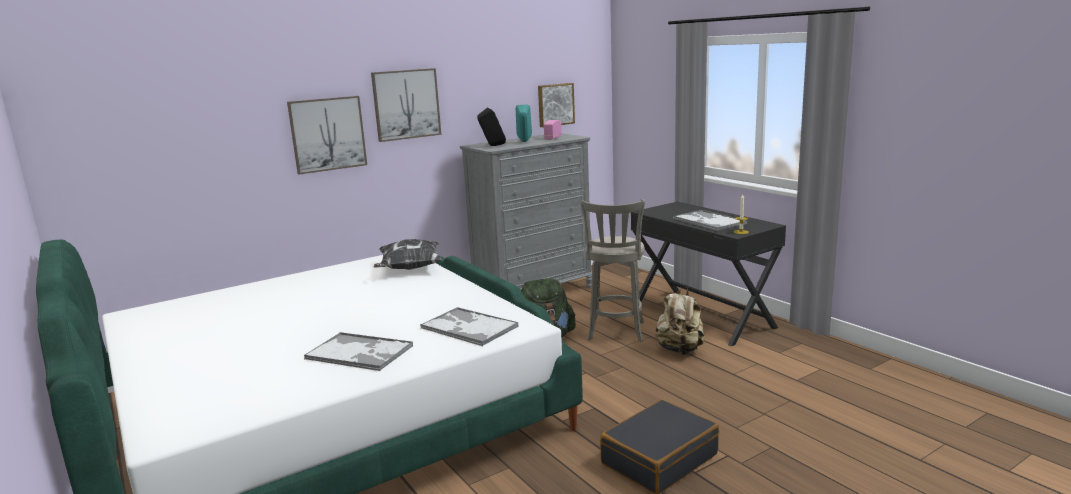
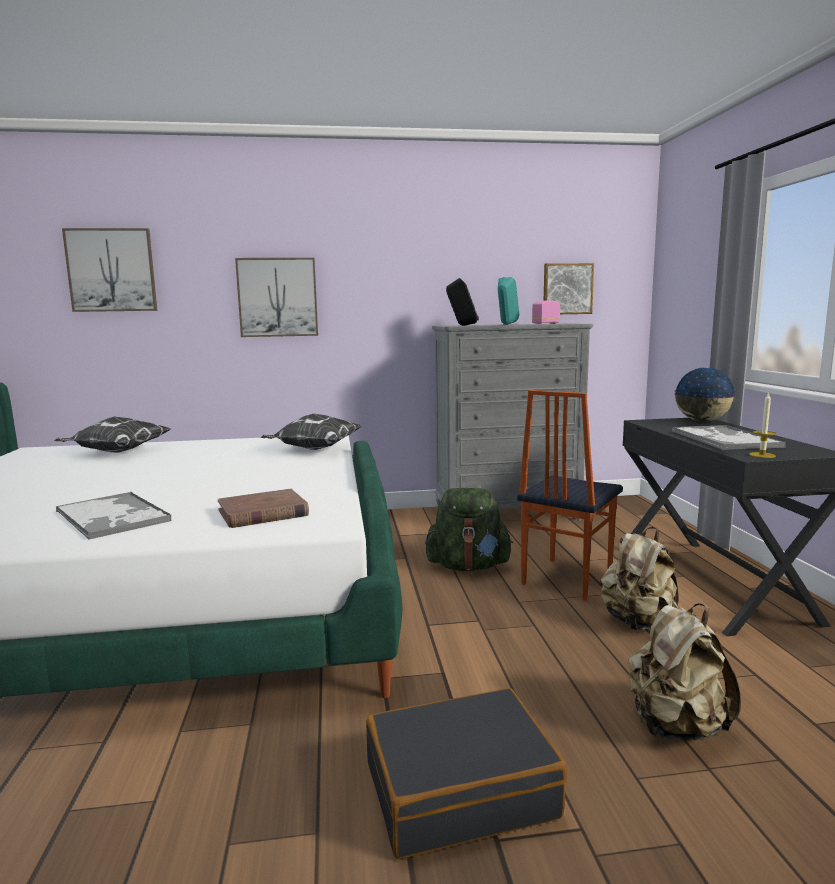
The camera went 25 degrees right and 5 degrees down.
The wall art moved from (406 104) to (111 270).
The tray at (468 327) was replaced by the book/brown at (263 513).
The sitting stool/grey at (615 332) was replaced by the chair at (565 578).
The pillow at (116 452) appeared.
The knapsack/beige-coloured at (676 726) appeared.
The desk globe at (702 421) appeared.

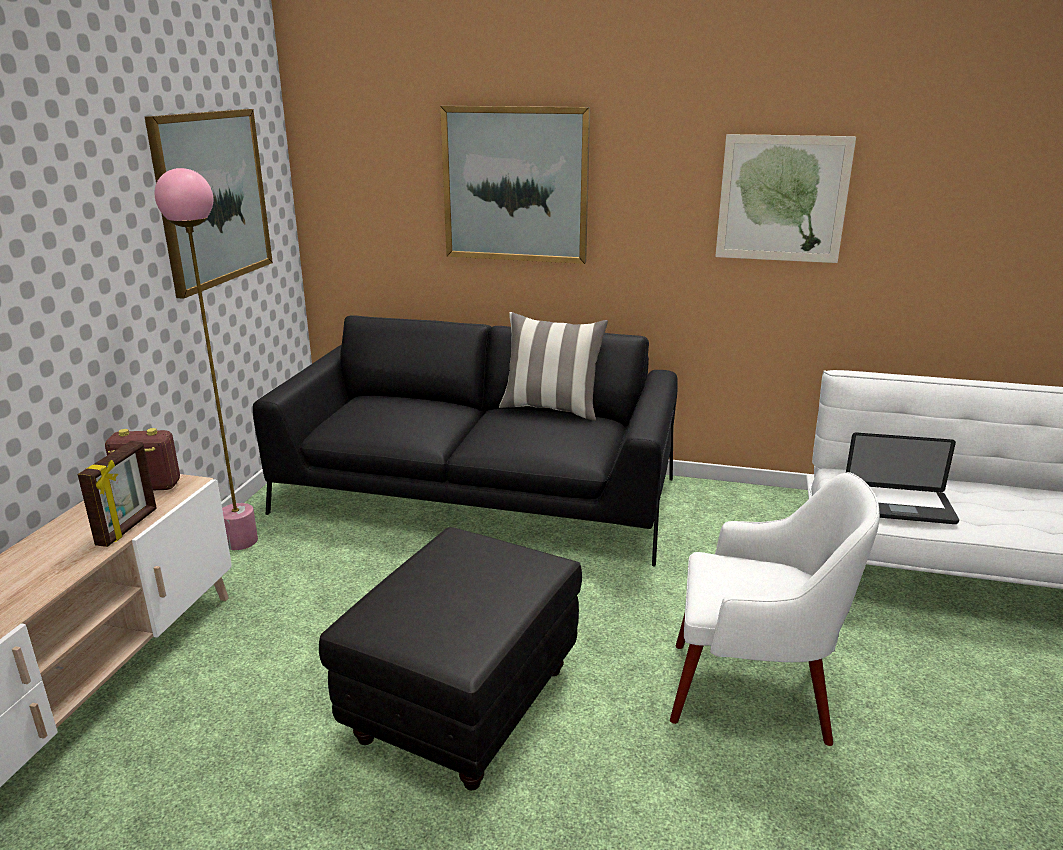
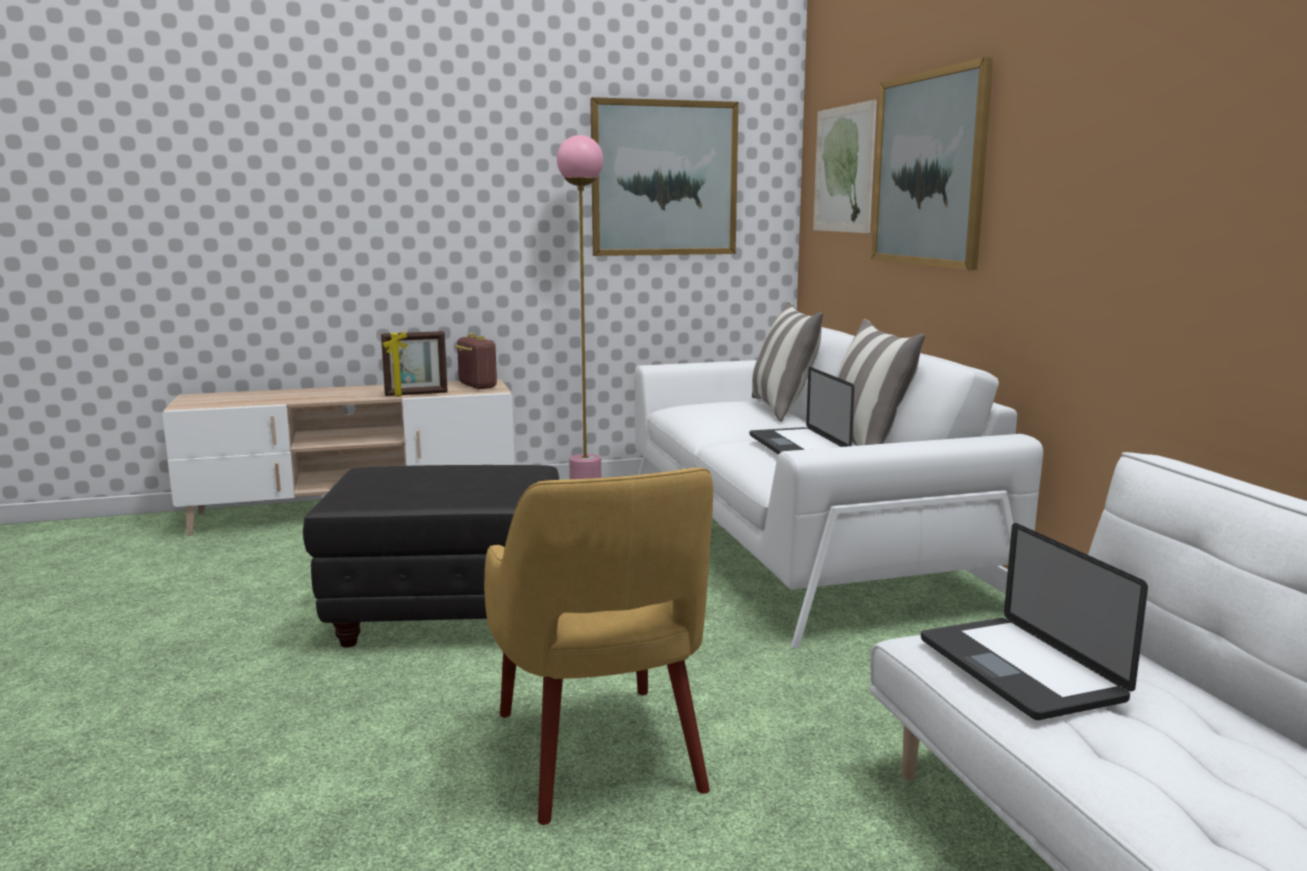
The camera went 60 degrees right and 10 degrees down.
The settee/black-coloured at (477 495) became the settee/white-coloured at (795 538).
The easy chair/white-coloured at (755 692) became the easy chair/yellowish at (599 754).
The wall art moved from (782 199) to (844 169).
The laptop at (798 446) appeared.
The pillow at (783 409) appeared.

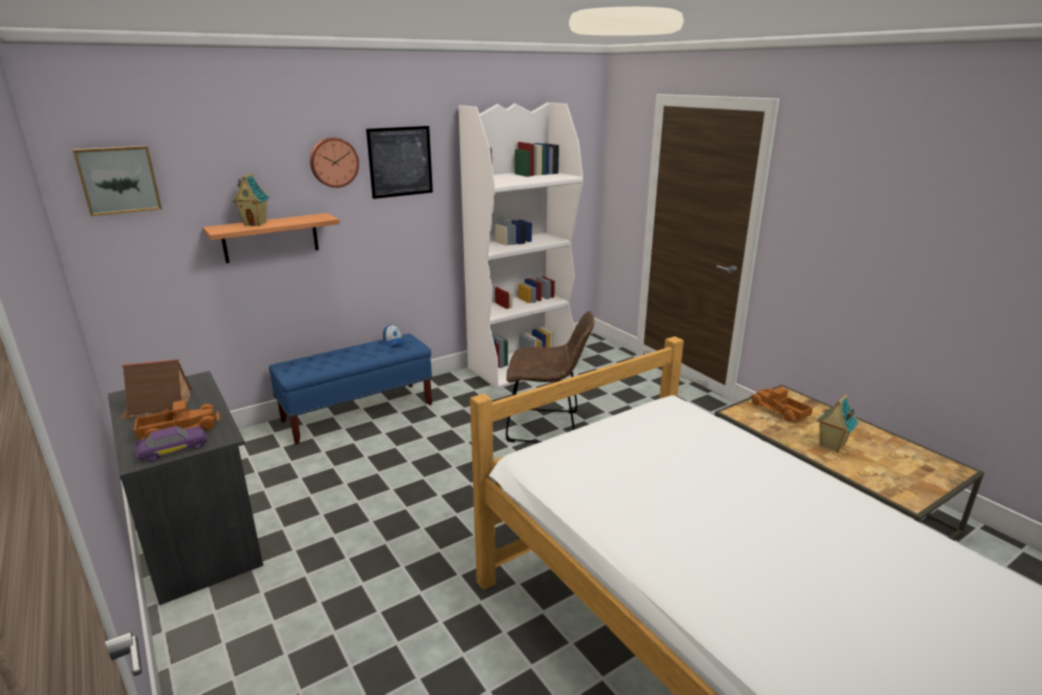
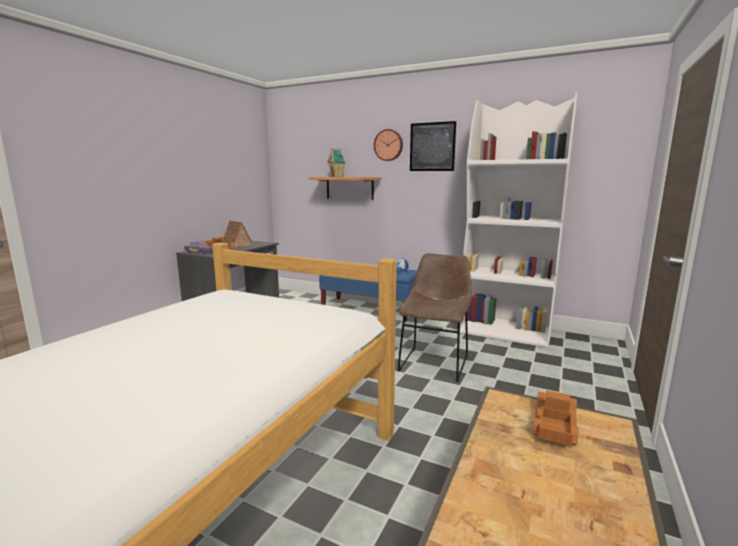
The camera went 60 degrees right and 10 degrees down.
The wall art at (118 180) disappeared.
The chair/brown at (548 427) turned 135 degrees counterclockwise.
The miniature house at (831 446) disappeared.

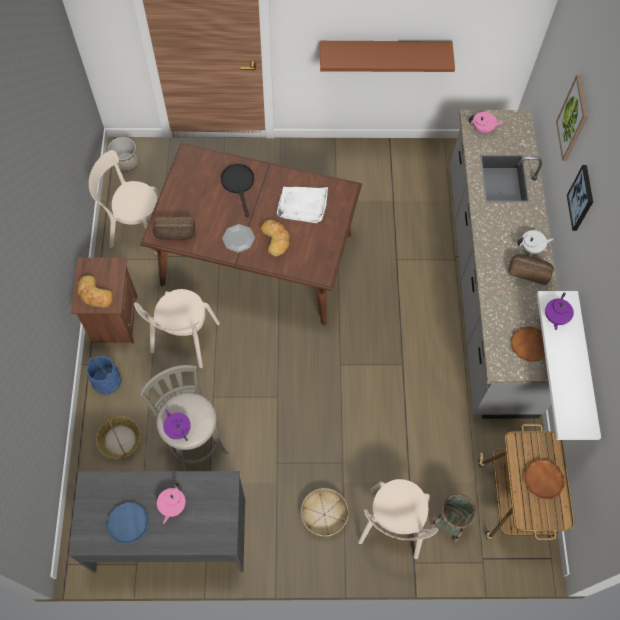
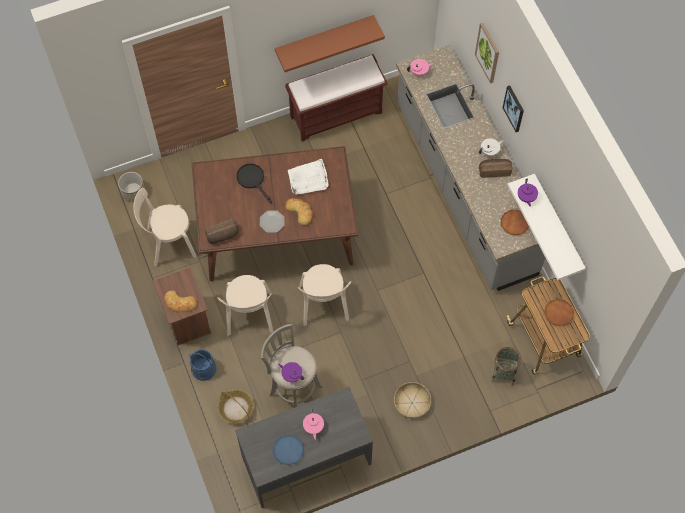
The camera went 20 degrees left and 0 degrees up.
The chair/beige-coloured moved from (392 527) to (324 306).
The long seat/brown at (336 114) appeared.

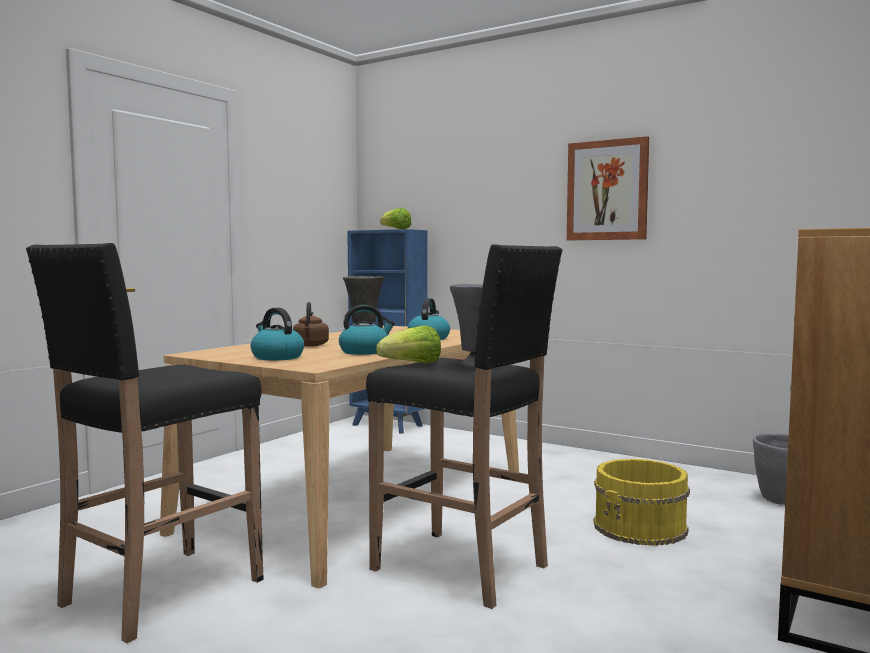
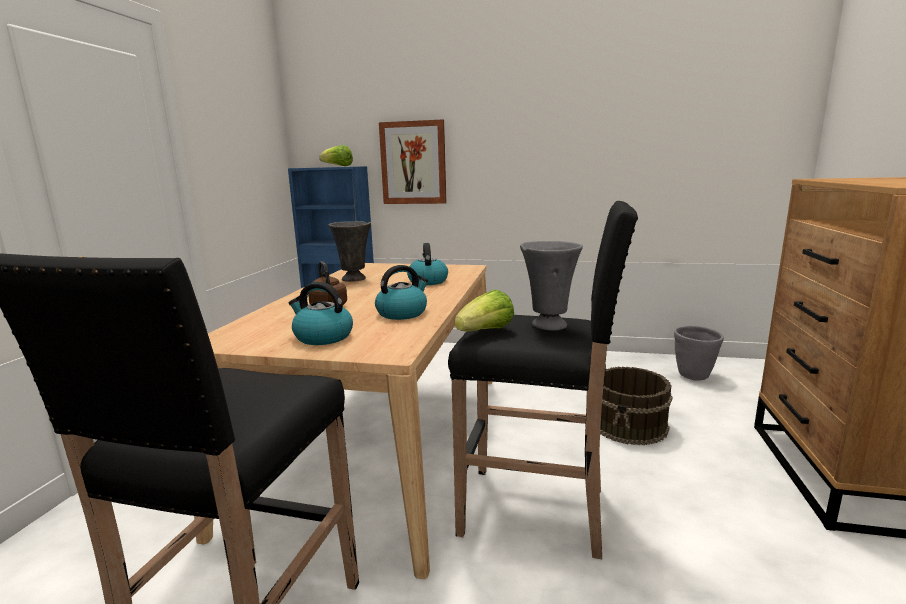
The camera went 20 degrees left and 10 degrees up.
The wall art moved from (607 190) to (413 163).
The water bucket/yellowish at (640 527) became the water bucket/brown at (629 425).

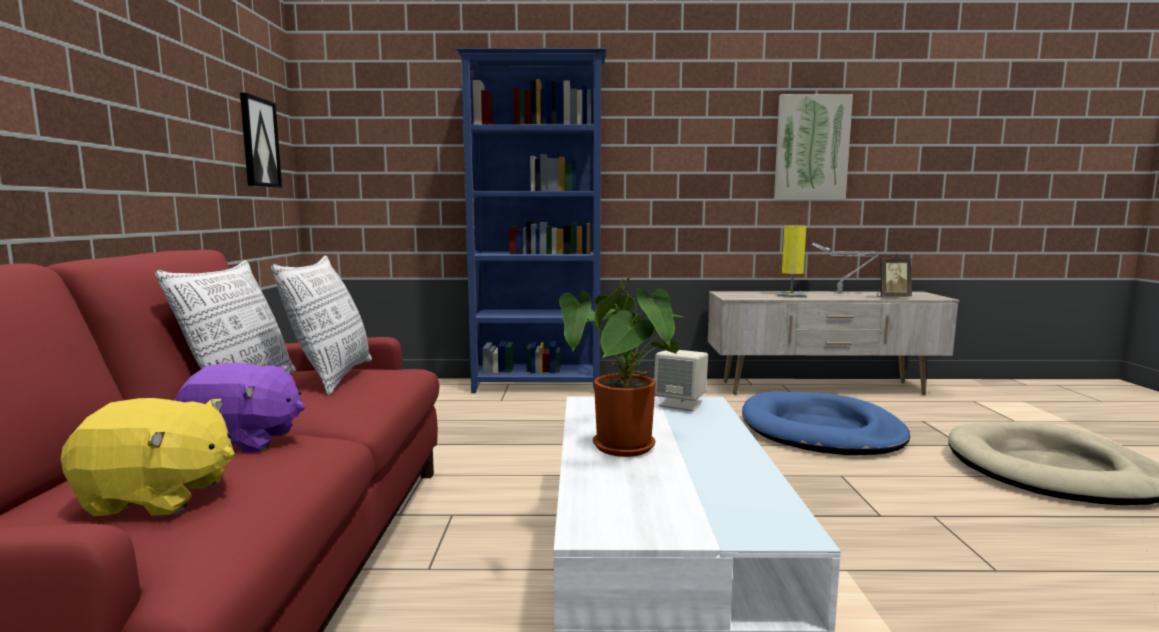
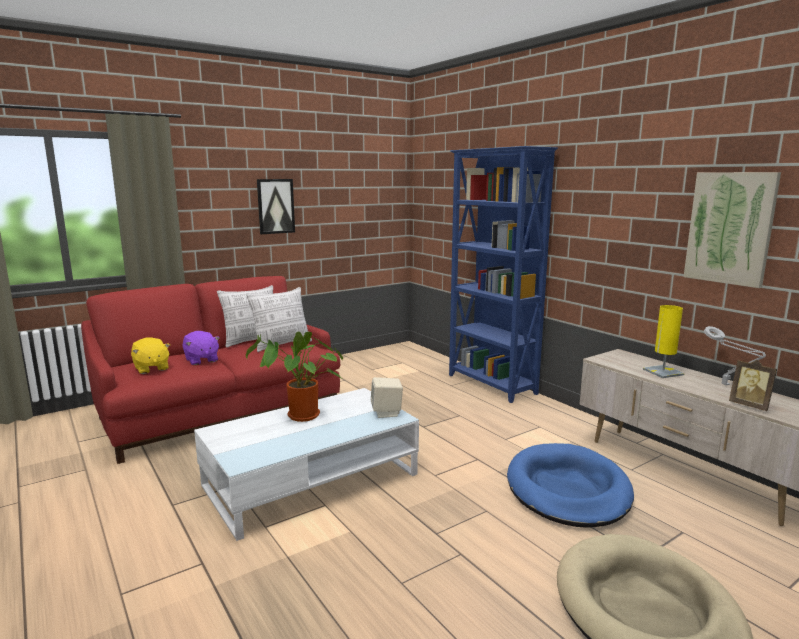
The camera went 55 degrees right and 5 degrees up.
The wall art moved from (259 143) to (275 206).

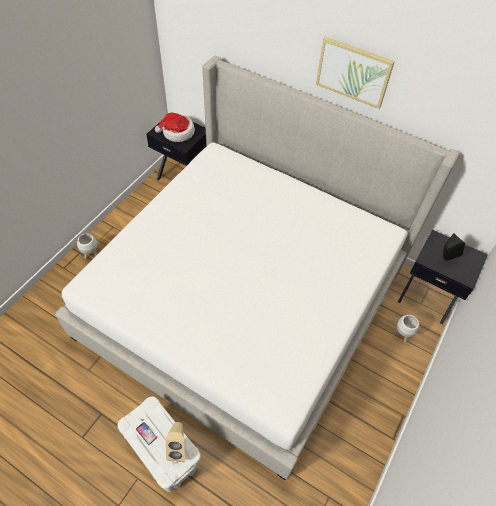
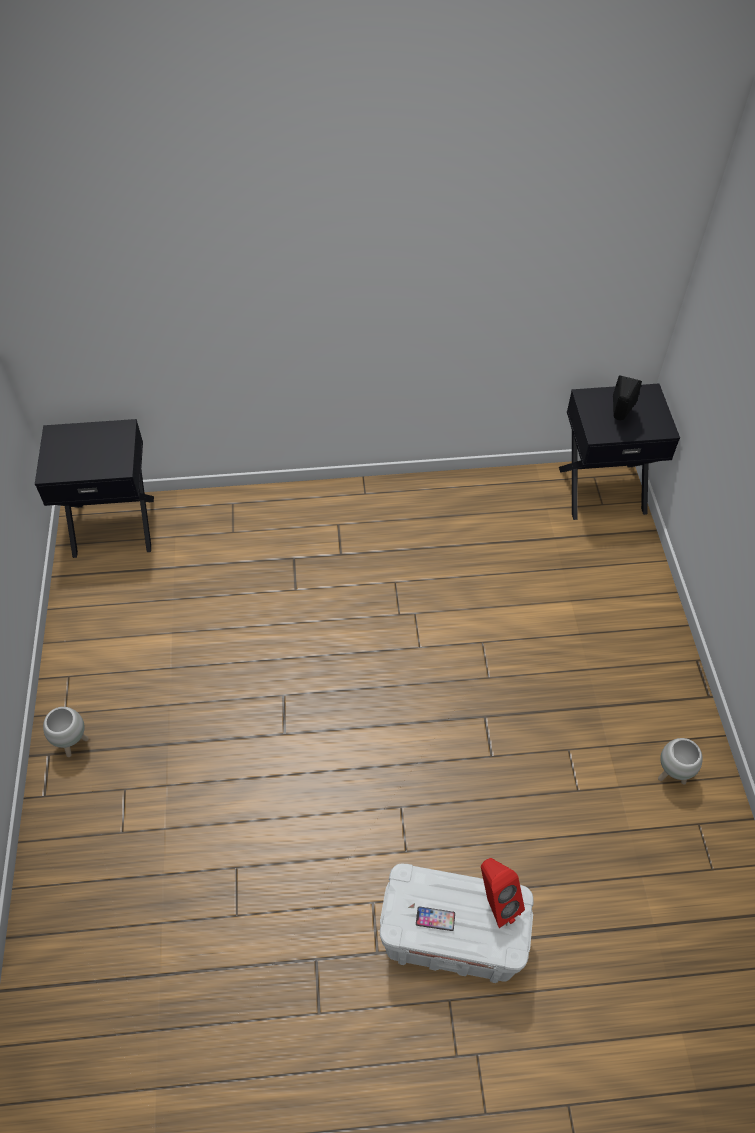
The camera went 35 degrees left and 0 degrees up.
The bed at (245 300) disappeared.
The hat at (177 133) disappeared.
The speaker/beige-coloured at (178 448) became the speaker/reddish at (495 902).
The wall art at (353 72) disappeared.
The planter/white-coloured moved from (402 335) to (672 774).

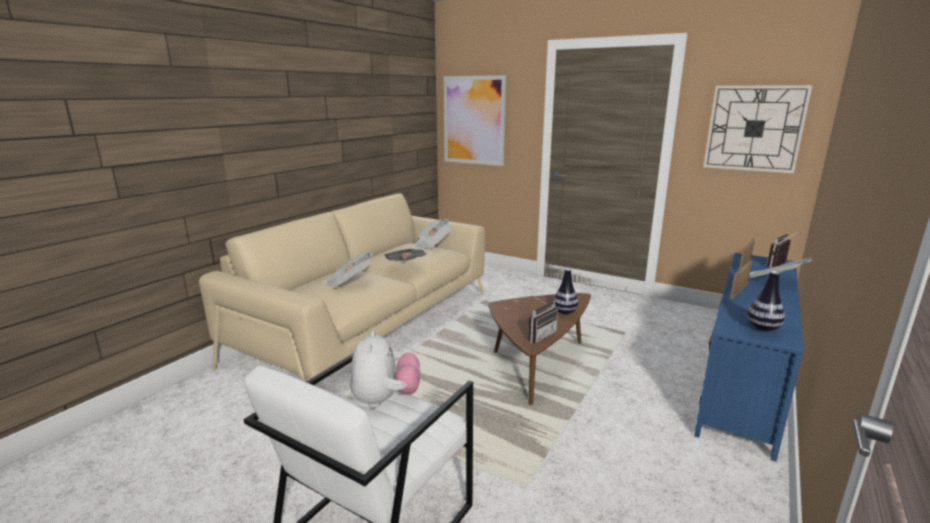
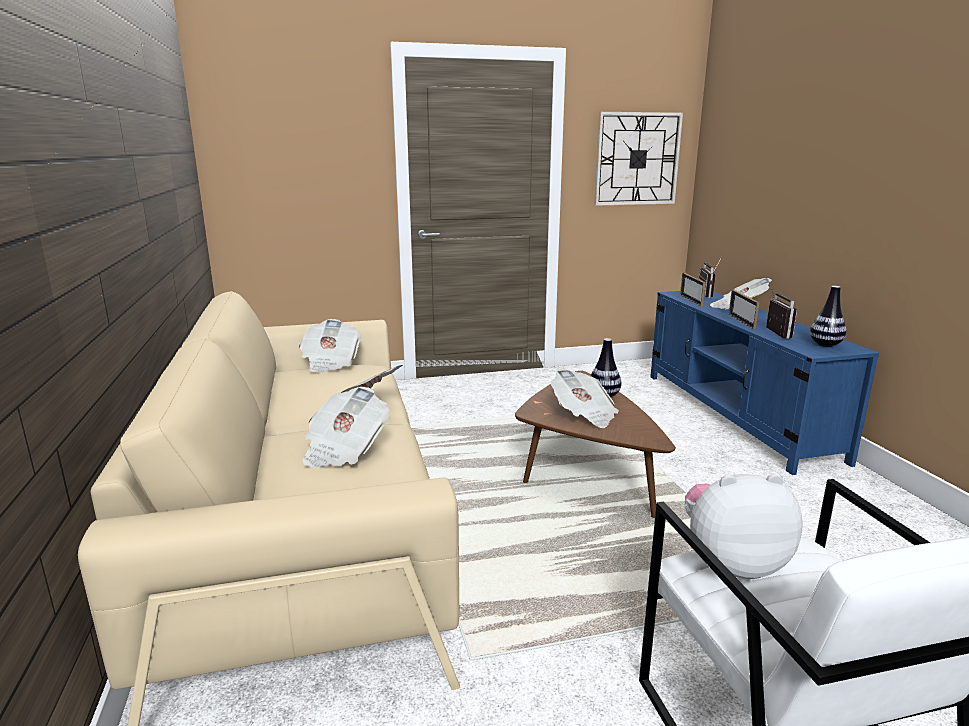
The camera went 45 degrees left and 0 degrees up.
The plush toy at (385 399) turned 45 degrees counterclockwise.
The wall art at (474 120) disappeared.
The radio moved from (539 335) to (773 333).
The newspaper at (584 415) appeared.

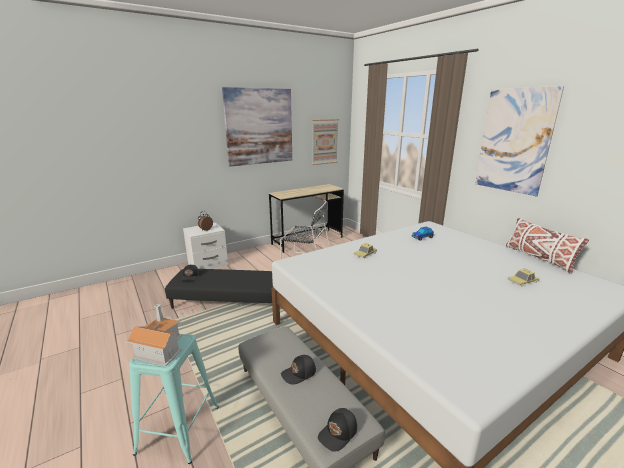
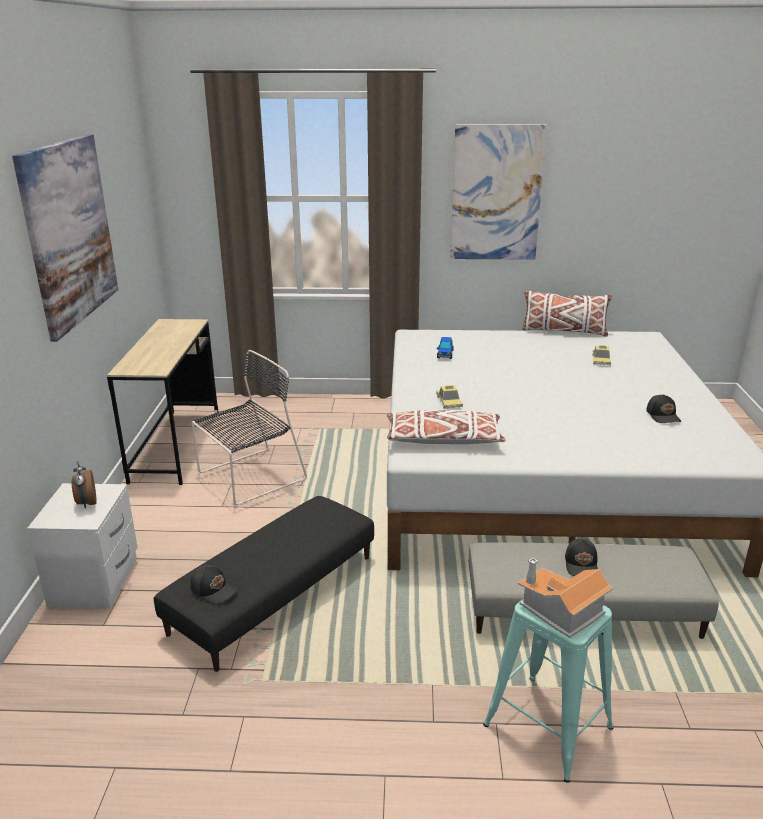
The camera went 55 degrees left and 5 degrees up.
The wall art at (325 142) disappeared.
The cap/black-coloured moved from (338 433) to (663 416).
The pillow/white-coloured at (443 439) appeared.

